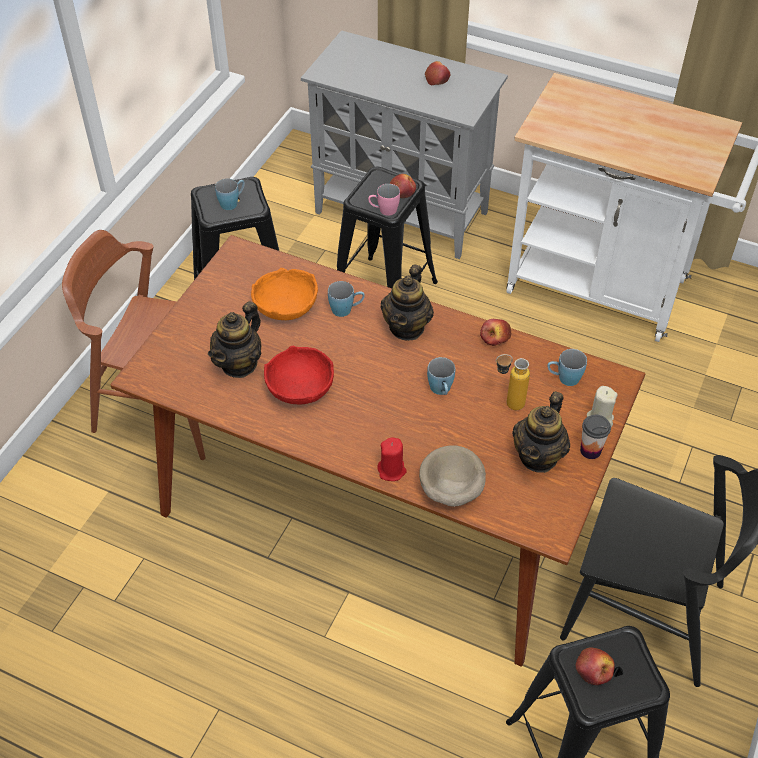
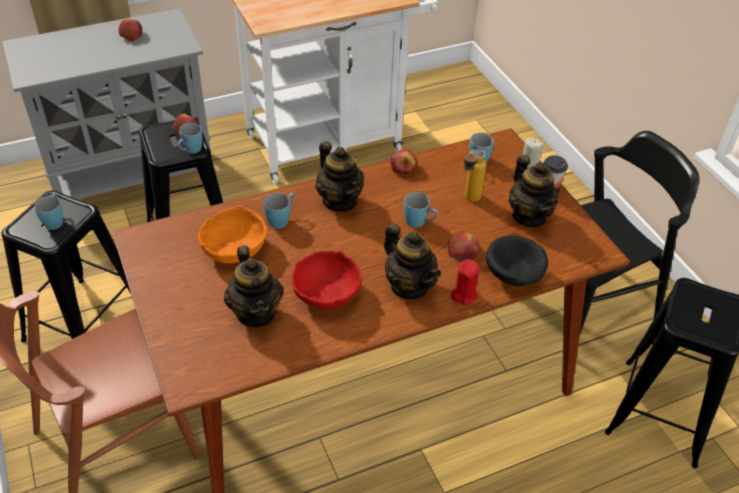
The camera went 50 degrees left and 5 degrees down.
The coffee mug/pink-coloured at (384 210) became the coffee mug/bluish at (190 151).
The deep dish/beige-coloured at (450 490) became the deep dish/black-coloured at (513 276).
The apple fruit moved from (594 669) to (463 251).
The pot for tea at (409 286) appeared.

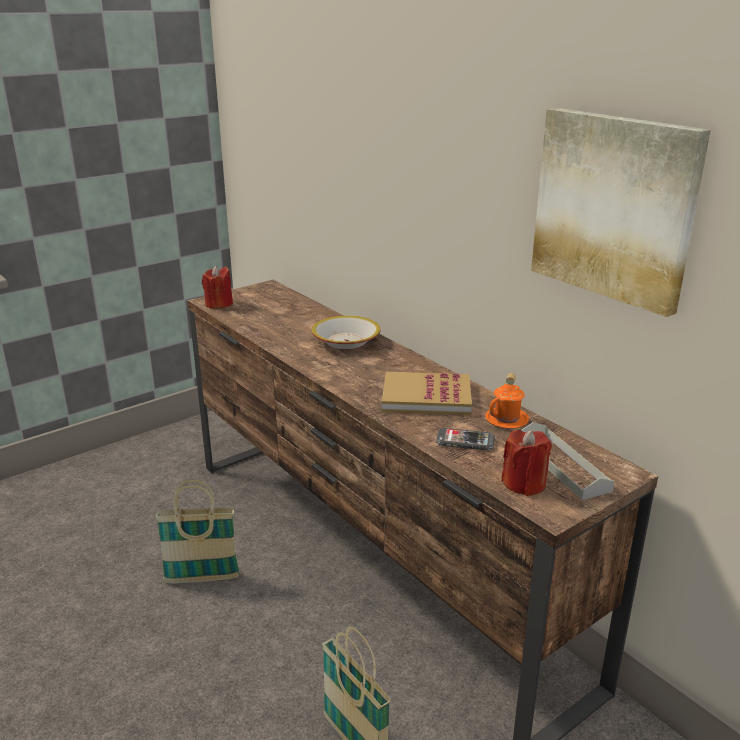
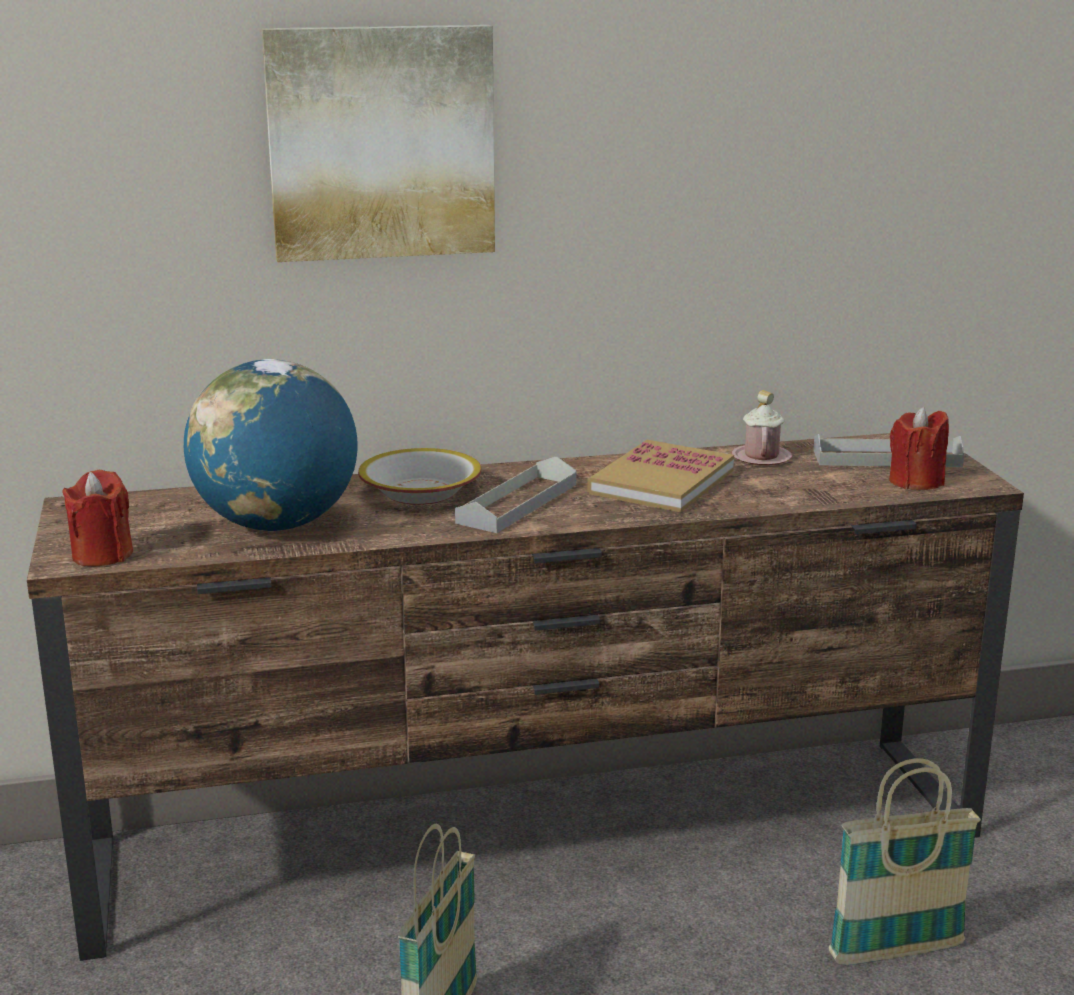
The camera went 65 degrees left and 5 degrees down.
The handset at (465 441) disappeared.
The coffee mug/orange at (506 419) became the coffee mug/pink-coloured at (761 458).
The wall art moved from (615 207) to (381 142).
The desk globe at (276 525) appeared.
The tray/grey at (517 503) appeared.

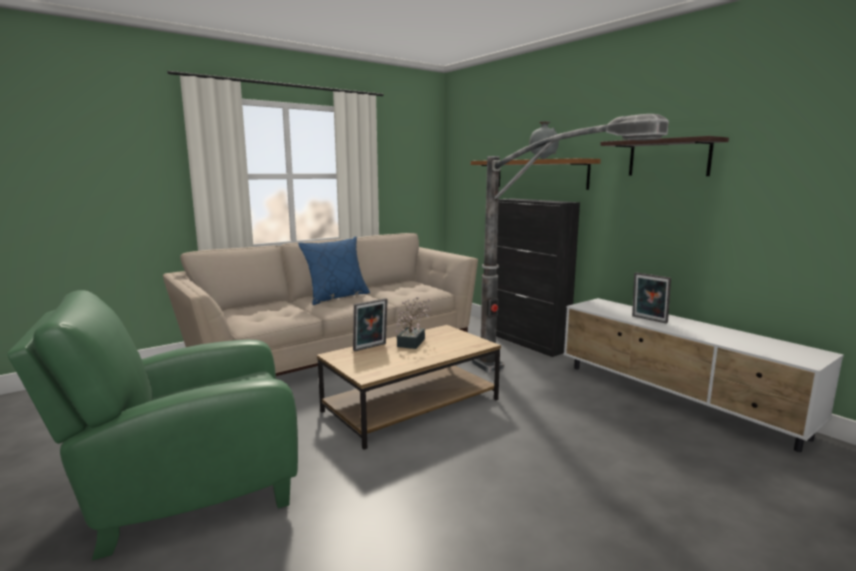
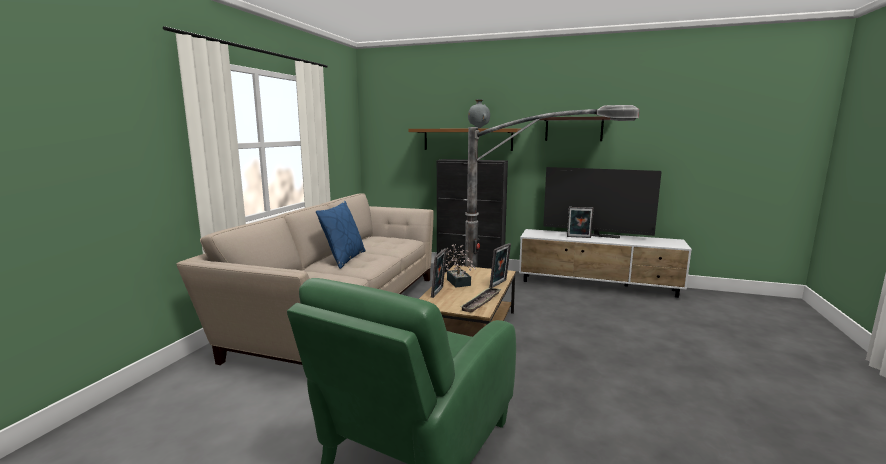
The camera went 35 degrees left and 0 degrees up.
The tray at (481 302) appeared.
The standing frame at (499 284) appeared.
The TV at (596 235) appeared.

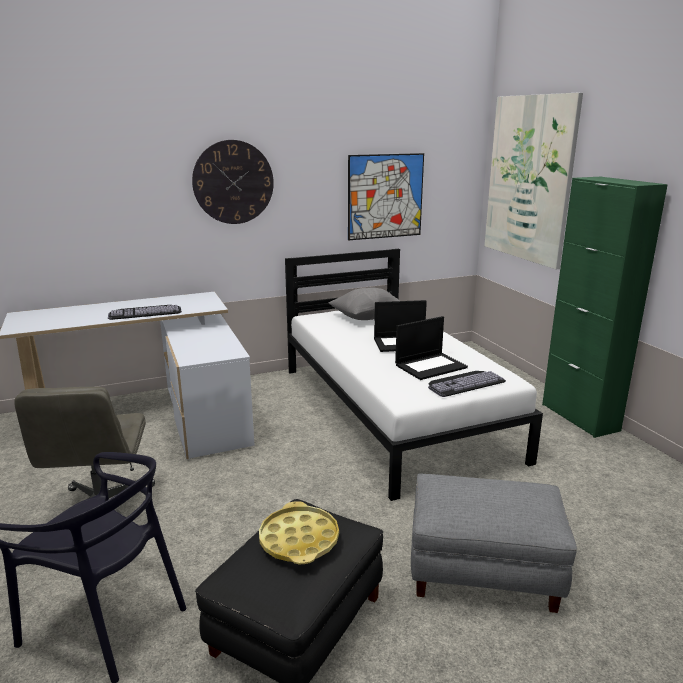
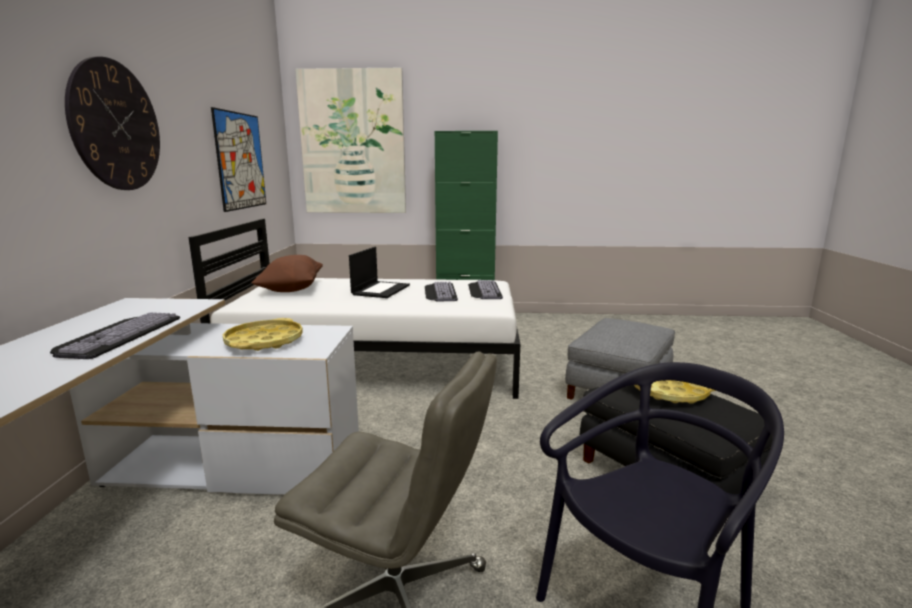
The camera went 65 degrees left and 5 degrees down.
The pillow/grey at (366 317) became the pillow/brown at (291 289).
The laptop at (431 366) was replaced by the computer keyboard at (439 292).
The tray/yellowish at (264 341) appeared.

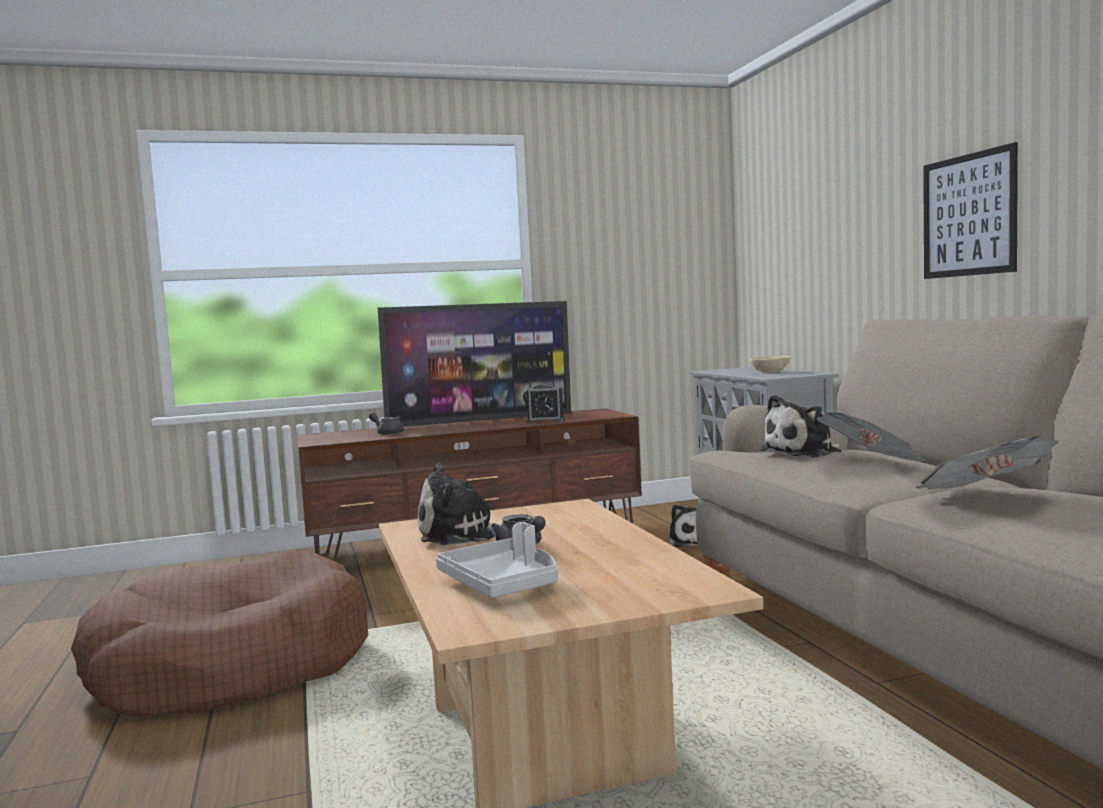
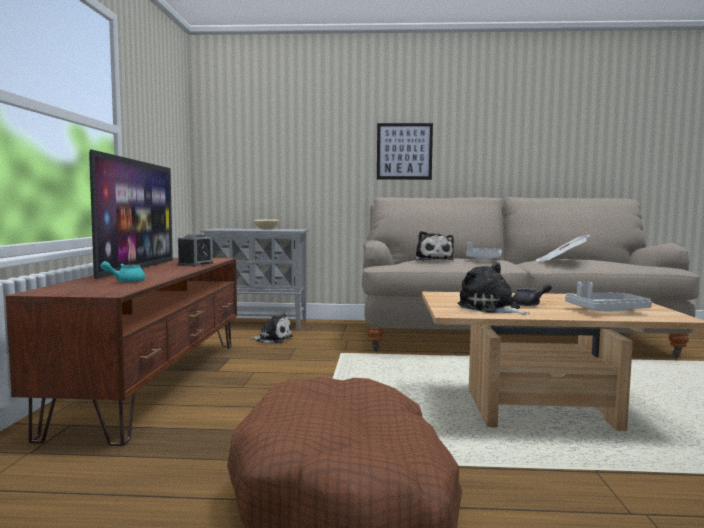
The camera went 70 degrees left and 0 degrees up.
The pot for tea/grey at (388 433) became the pot for tea/turquoise-coloured at (125 281).
The plush toy at (462 534) turned 135 degrees clockwise.
The newspaper at (873 465) was replaced by the tray/grey at (484 259).

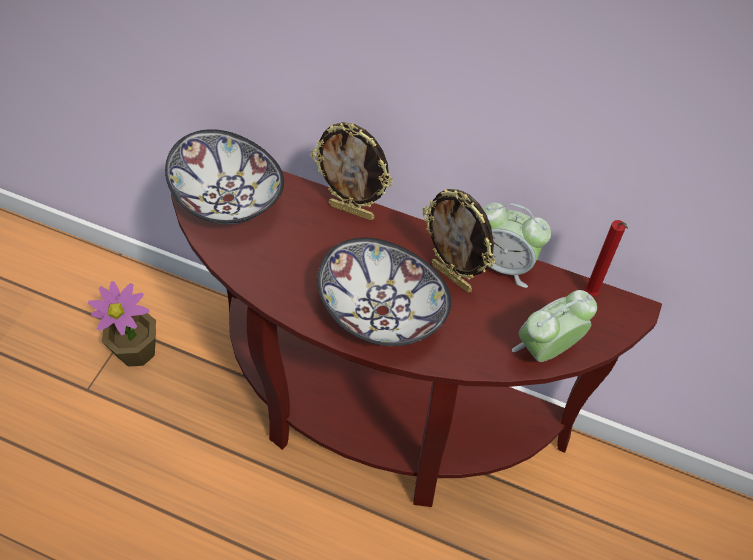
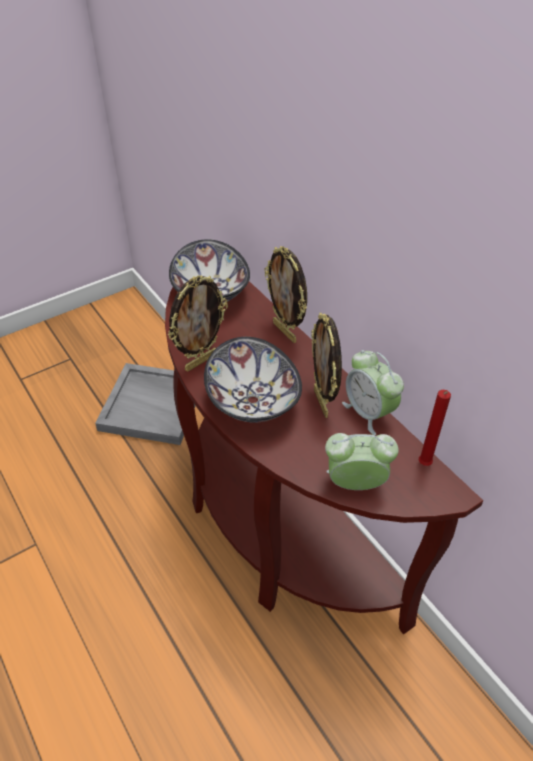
The camera went 35 degrees right and 10 degrees down.
The plant in a pot at (137 350) was replaced by the tray/grey at (153 405).
The standing frame at (201 361) appeared.

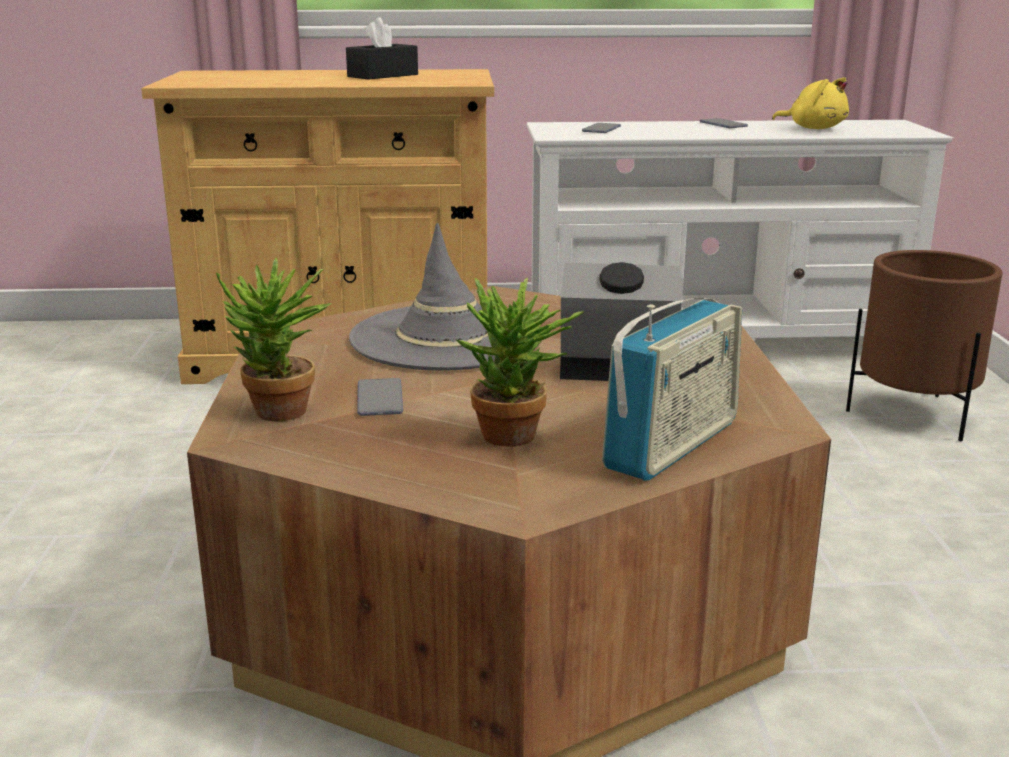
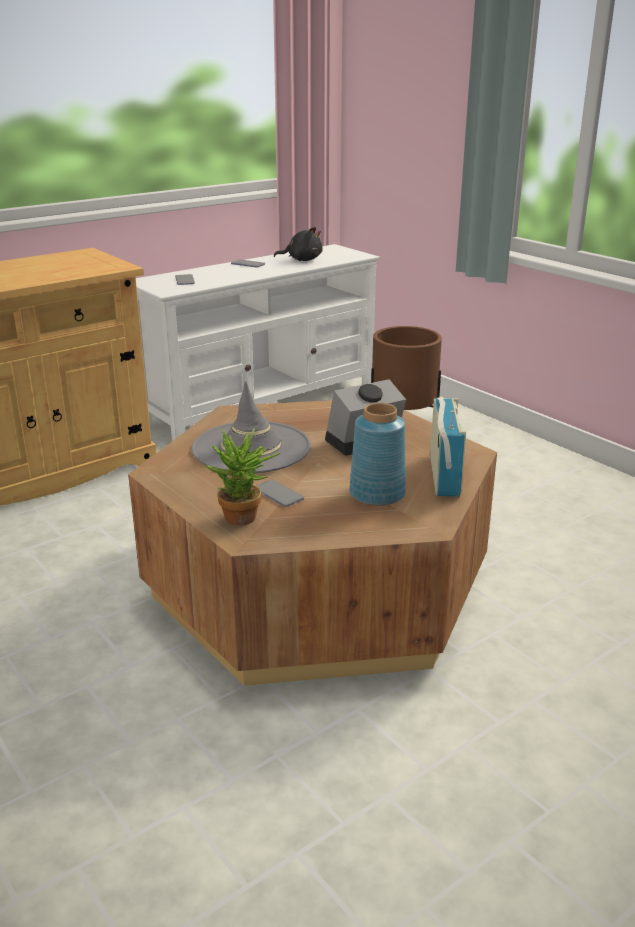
The camera went 35 degrees left and 5 degrees up.
The box of tissues/black-coloured at (383 75) disappeared.
The plant in a pot at (517 439) was replaced by the flower vase/bluish at (377 494).
The plush toy/yellowish at (814 128) became the plush toy/black-coloured at (302 260).

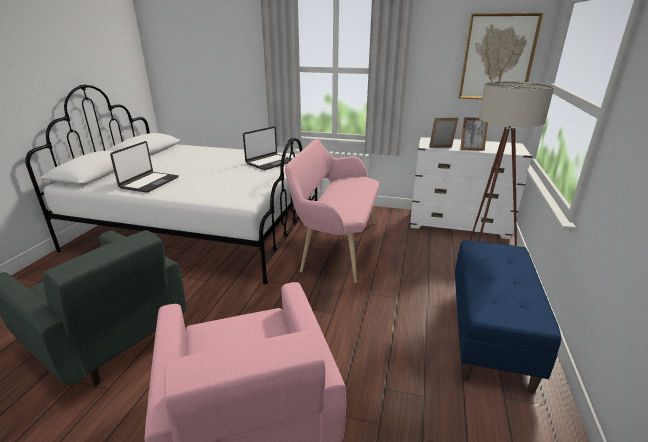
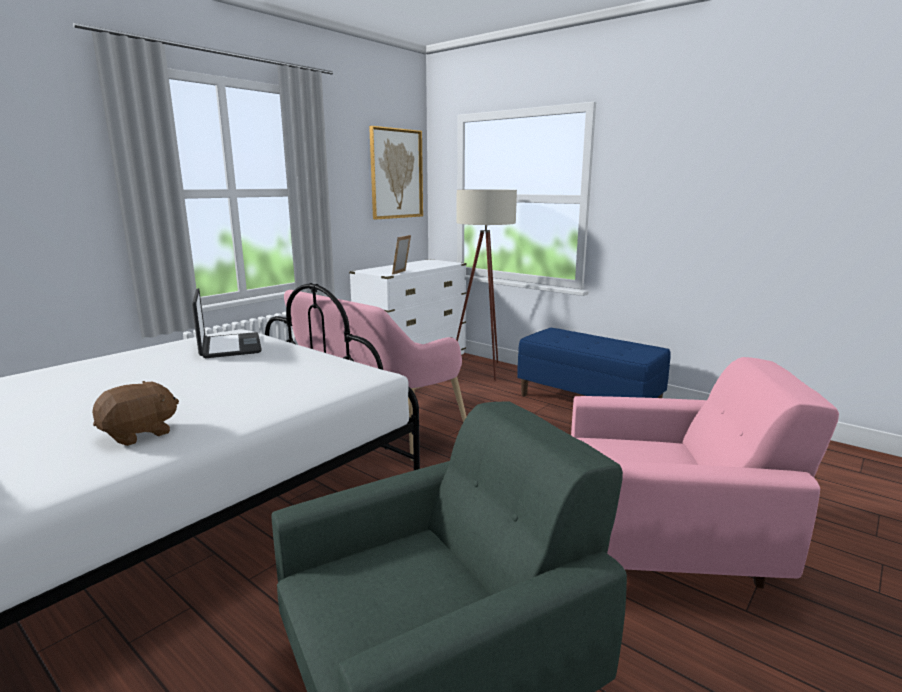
The camera went 65 degrees left and 10 degrees down.
The laptop at (149 183) was replaced by the plush toy/brown at (139 434).
The standing frame at (471 149) disappeared.

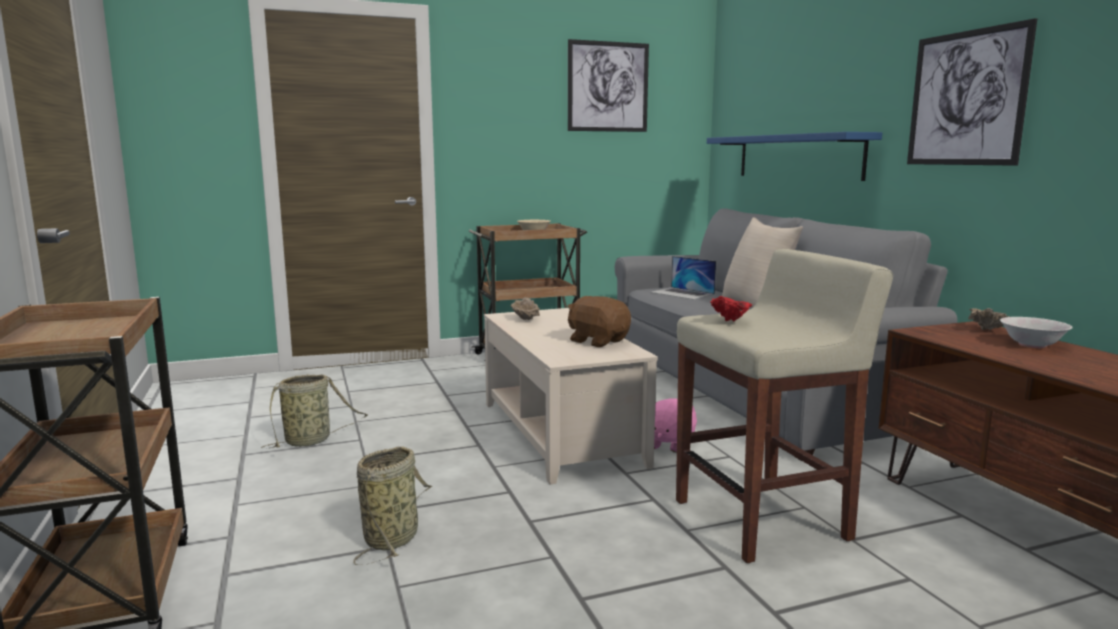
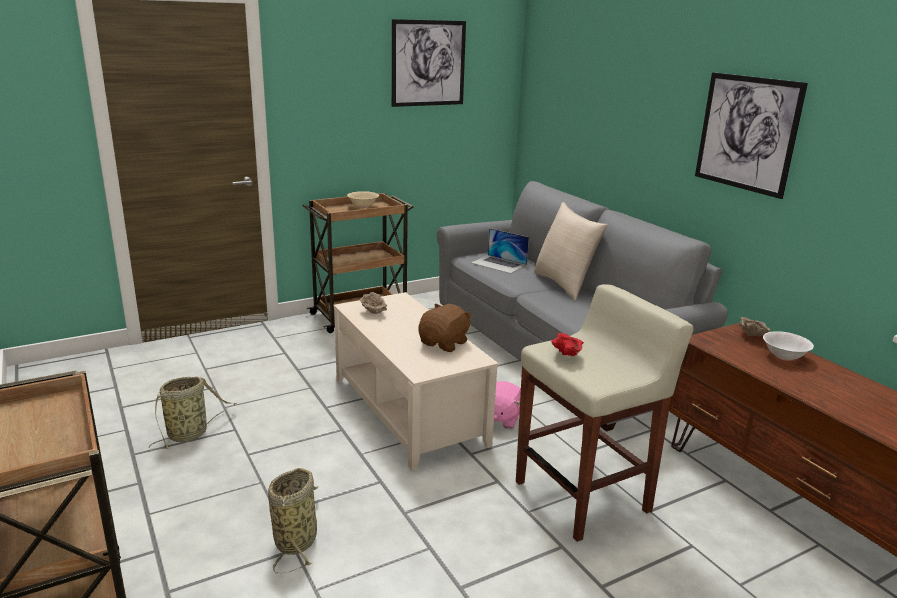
The camera went 10 degrees left and 10 degrees up.
The plush toy/brown at (598 341) turned 90 degrees clockwise.
The bracket shelf/bluish at (797 156) disappeared.

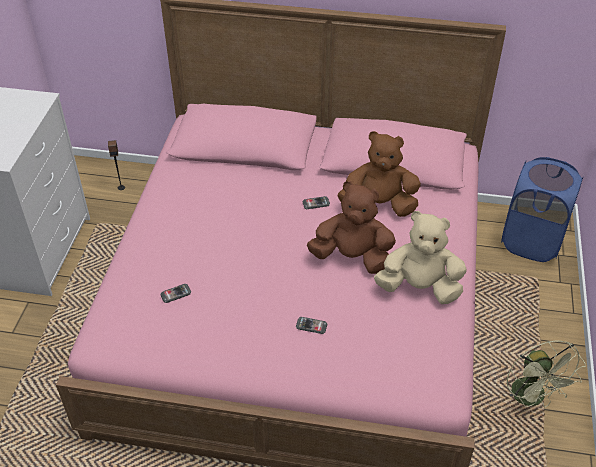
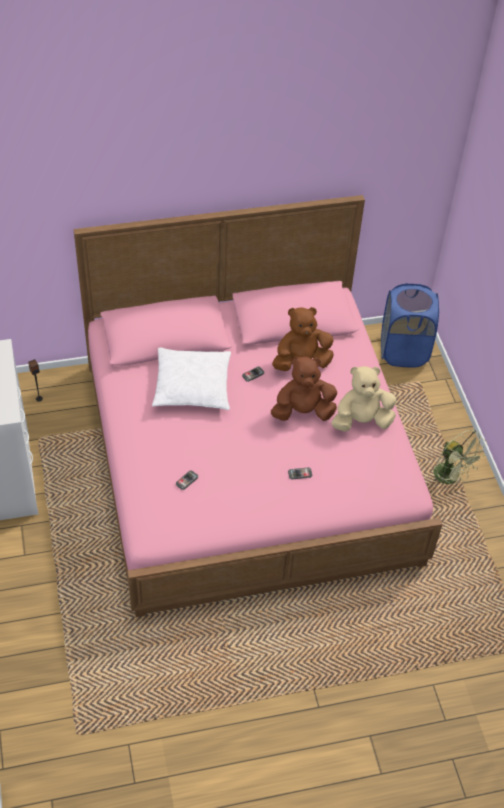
The camera went 25 degrees left and 5 degrees up.
The pillow/white-coloured at (192 385) appeared.

